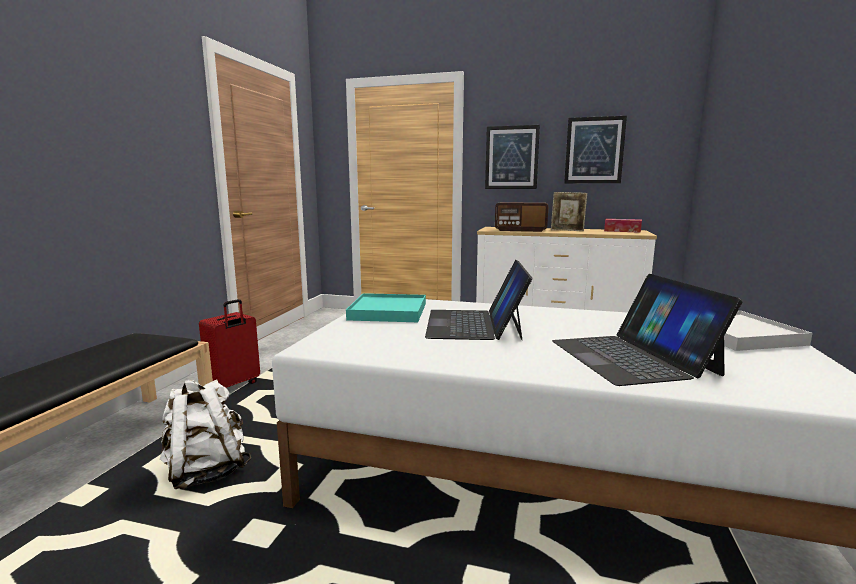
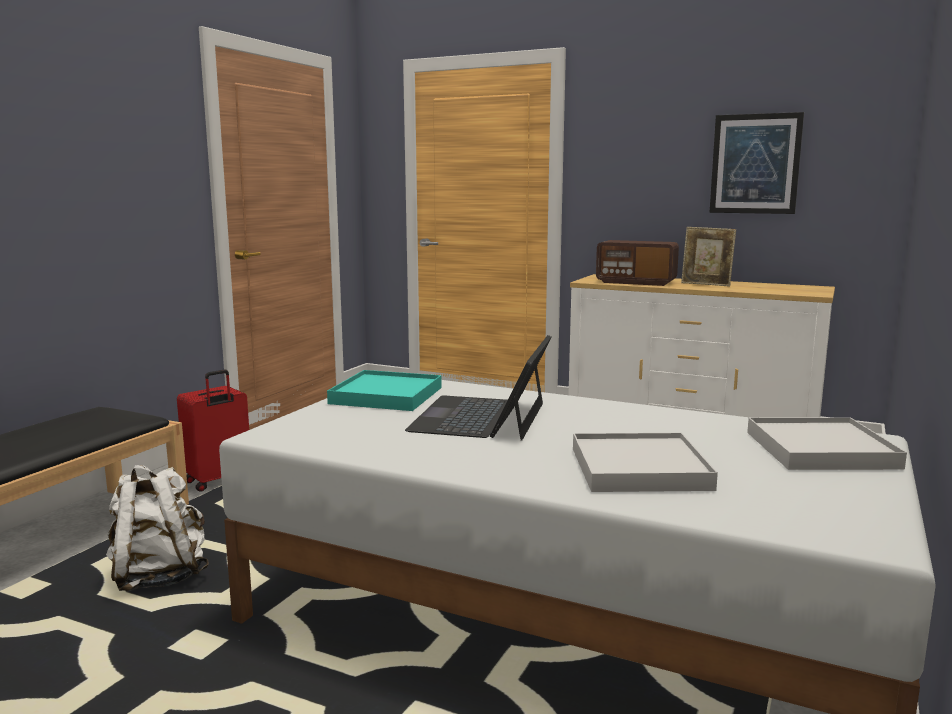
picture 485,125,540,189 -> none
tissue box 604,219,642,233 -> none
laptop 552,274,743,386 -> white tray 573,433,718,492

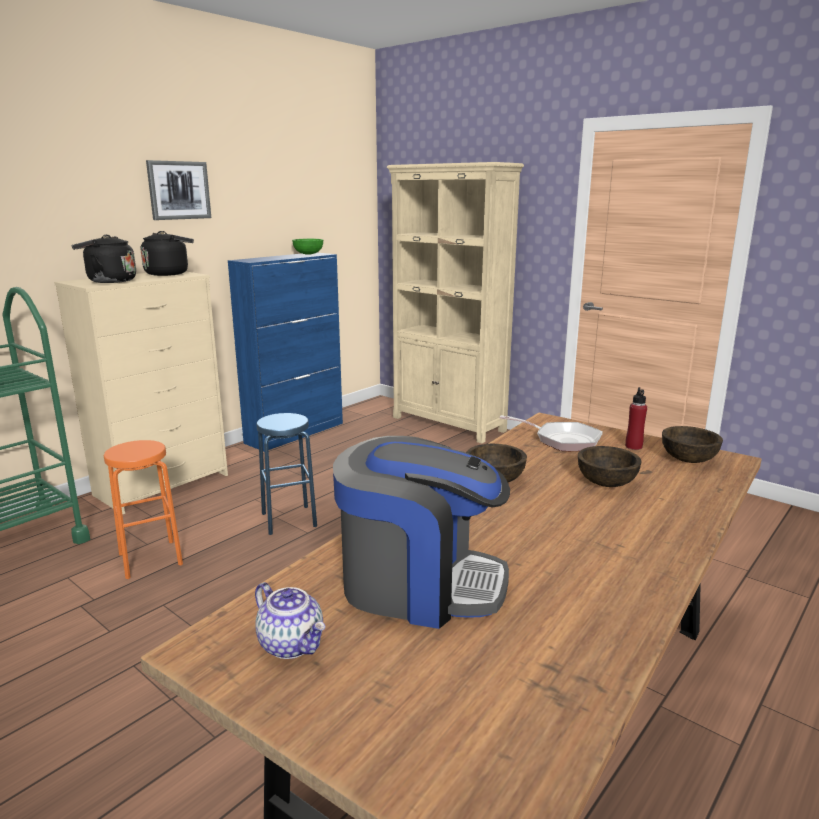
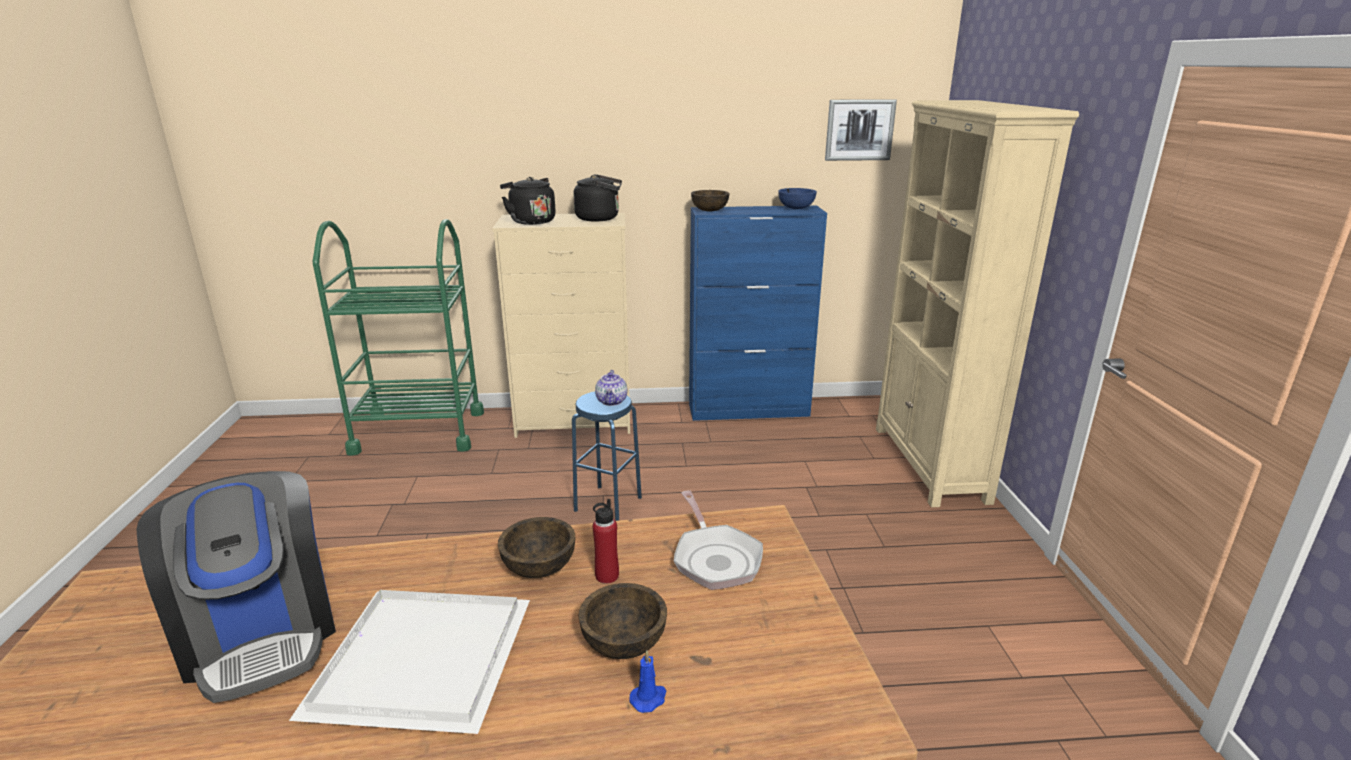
picture 146,160,211,220 -> picture 825,99,897,161, moved
green bowl 292,239,323,255 -> blue bowl 778,188,817,209
red bottle 625,387,647,450 -> red bottle 593,499,619,584, moved
brown bowl 662,426,723,463 -> brown bowl 691,190,730,212, moved
orange stool 104,440,183,579 -> none
teapot 255,582,325,659 -> teapot 595,370,627,406, moved
none -> white tray 289,590,530,734
none -> blue candle 629,650,666,713

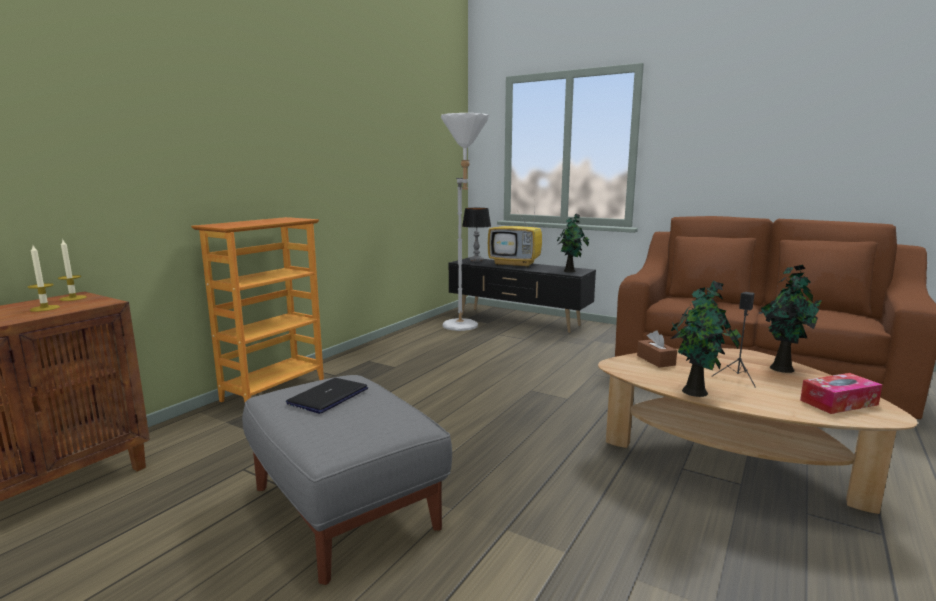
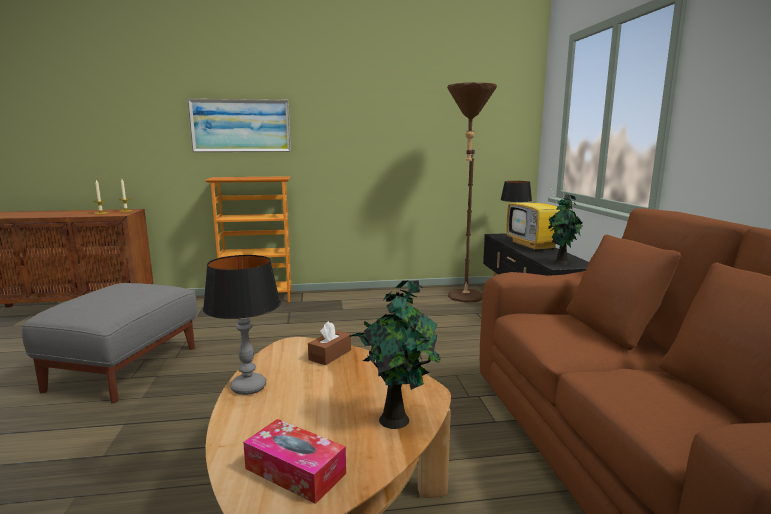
white floor lamp 441,113,489,331 -> brown floor lamp 447,82,497,303
potted plant 671,281,741,397 -> table lamp 203,255,281,395
black speaker 712,292,756,388 -> none
laptop 286,378,368,414 -> none
none -> picture 188,99,291,152

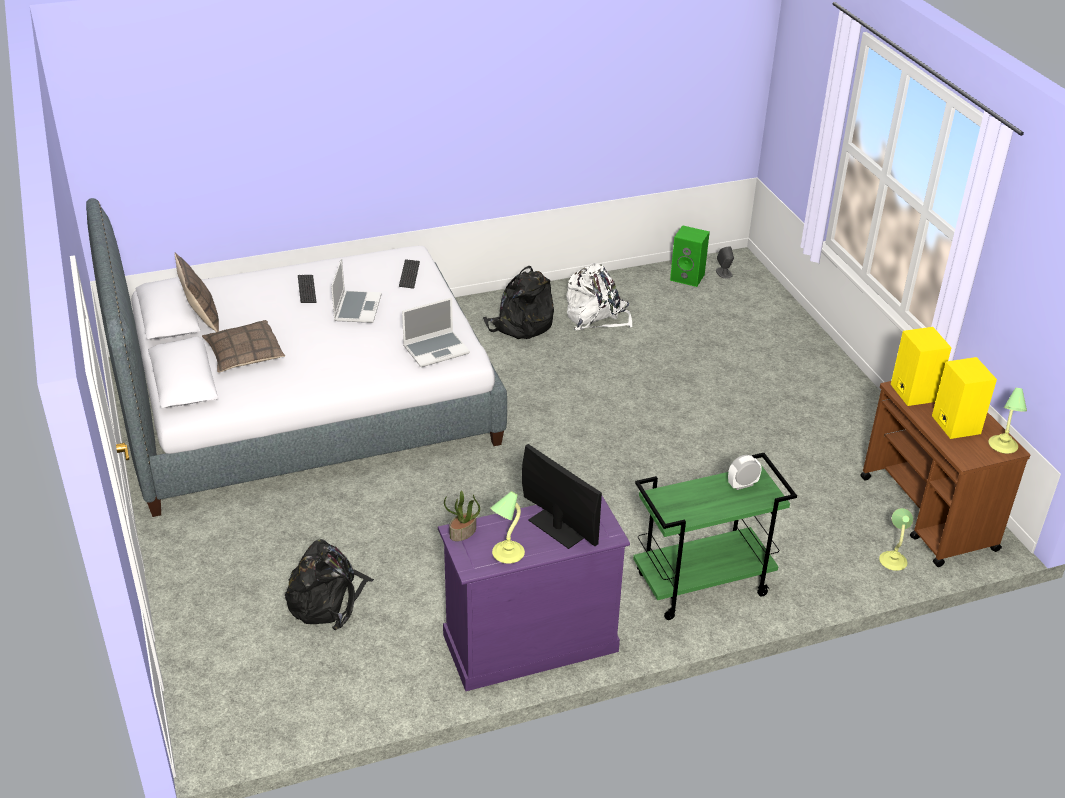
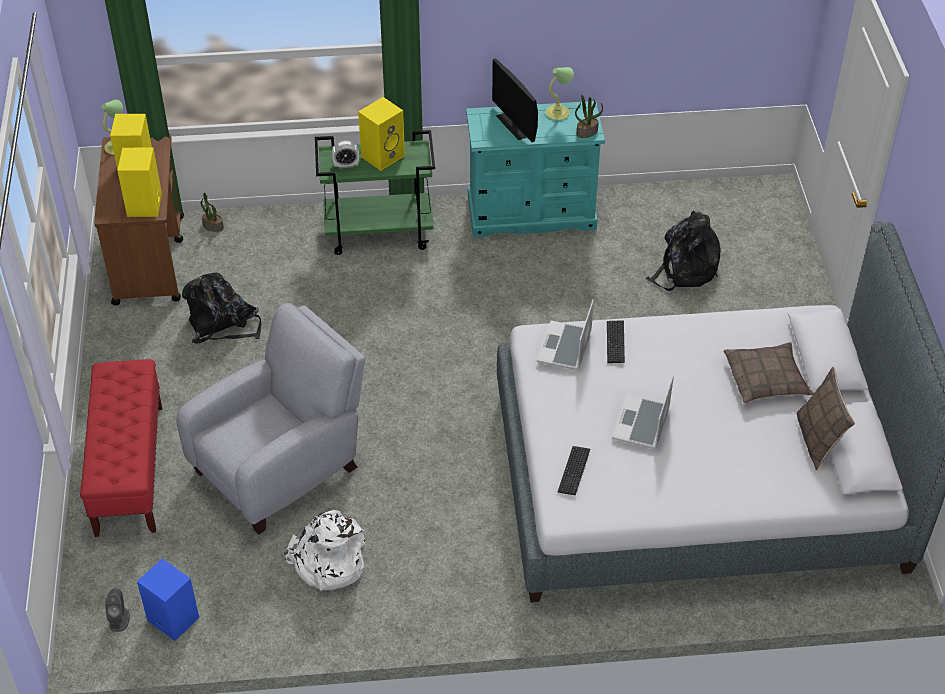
green speaker 670,225,710,287 -> blue speaker 137,558,199,641
black backpack 483,266,554,339 -> black backpack 182,273,261,344, moved
keyboard 298,275,316,303 -> keyboard 607,320,625,363, moved
laptop 402,297,470,367 -> laptop 537,300,594,371, 60 degrees counterclockwise
purple dresser 438,496,630,691 -> turquoise dresser 466,101,605,238
table lamp 879,508,913,571 -> potted plant 200,193,224,232
none -> yellow speaker 358,97,405,171
none -> grey armchair 176,303,365,534
none -> red bench 80,359,162,537

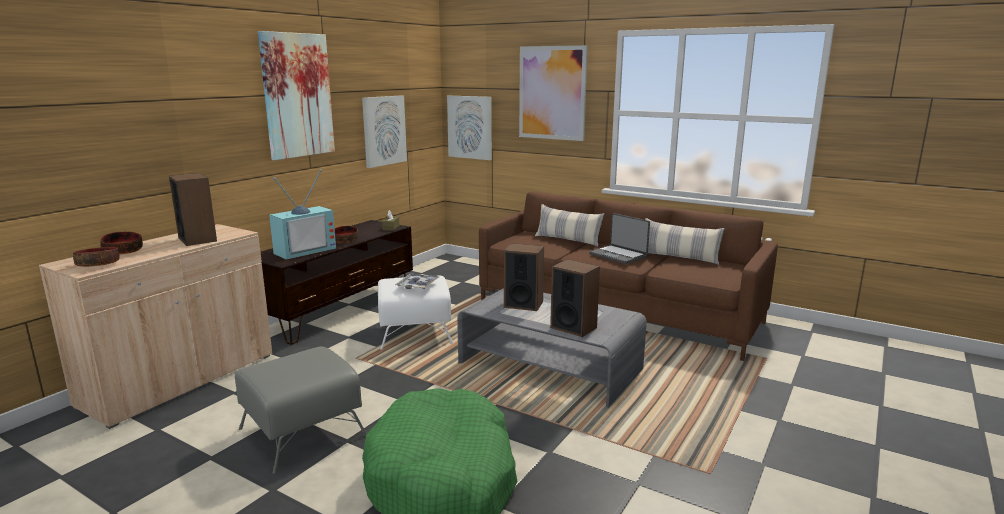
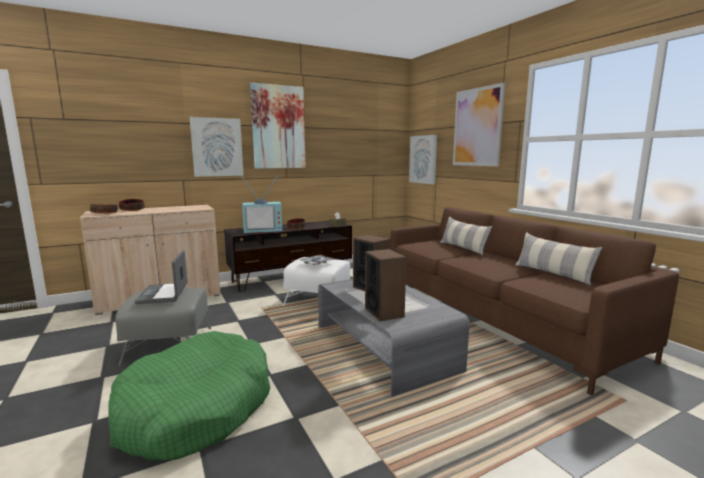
picture 362,95,407,168 -> picture 190,117,244,177, moved
speaker 169,173,217,246 -> none
laptop 589,213,650,264 -> laptop 135,250,187,304, moved

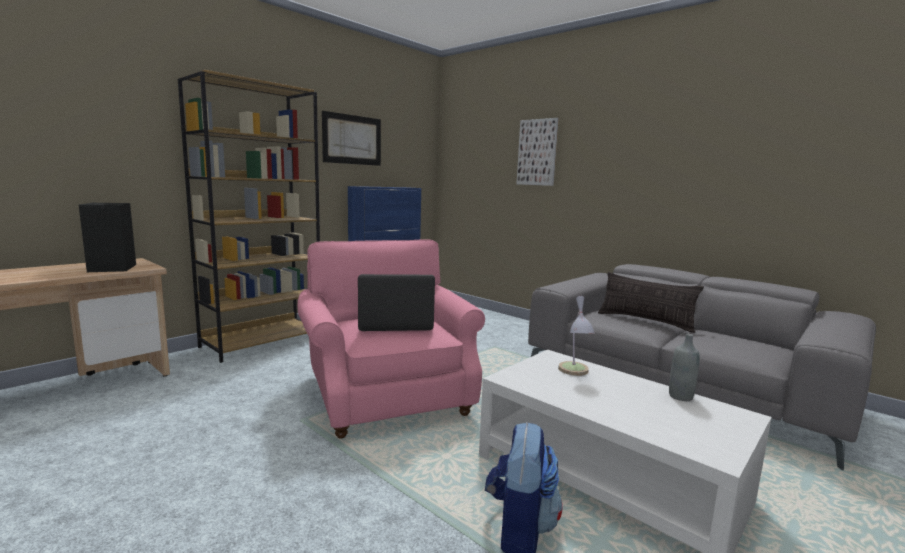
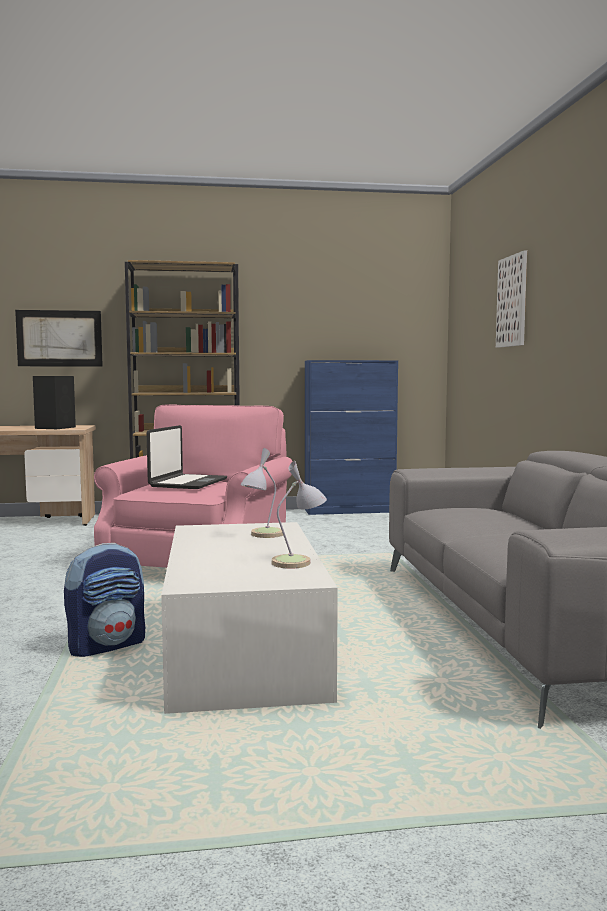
picture 322,111,381,166 -> picture 15,310,103,367, moved
pillow 598,272,704,333 -> none
laptop 358,274,435,331 -> laptop 147,425,227,489, 75 degrees clockwise
grey bottle 669,334,700,401 -> table lamp 271,461,327,569

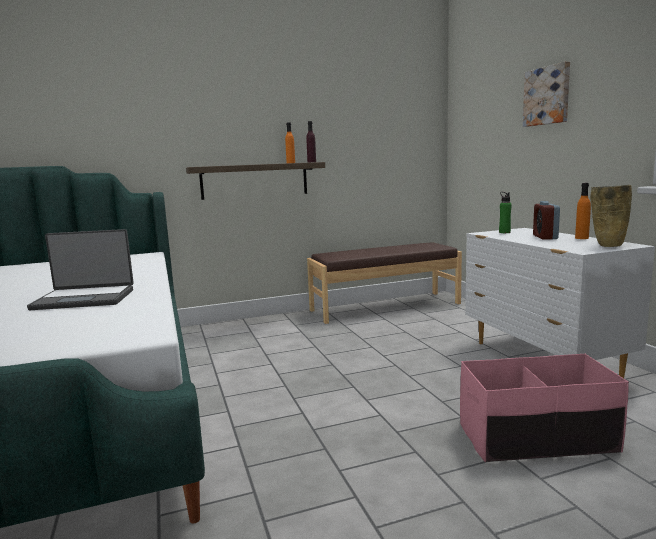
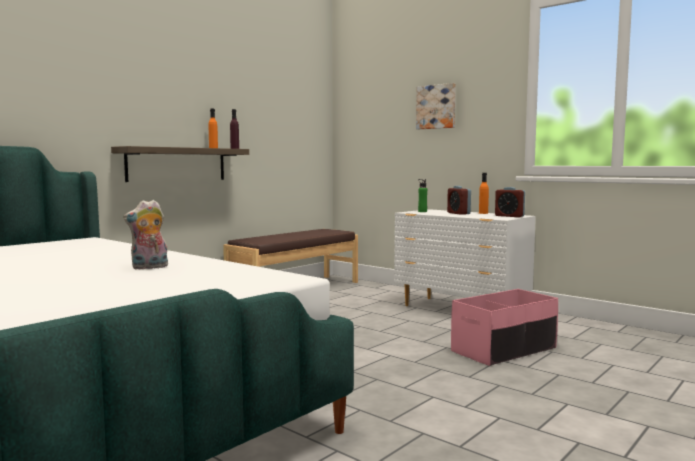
beige vase 590,185,632,247 -> alarm clock 495,187,525,217
laptop 27,229,134,310 -> plush toy 123,200,168,269

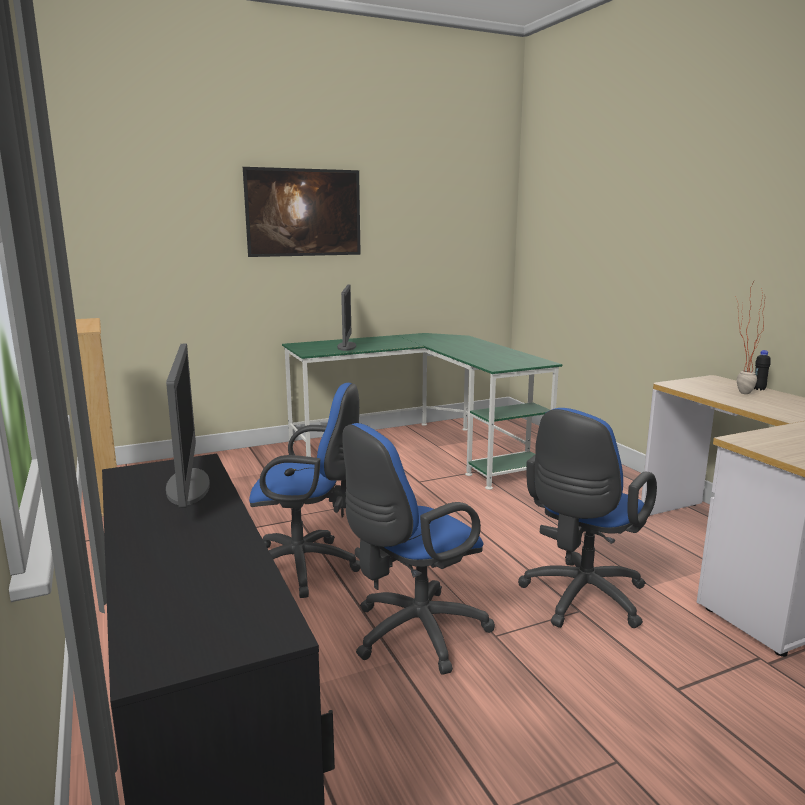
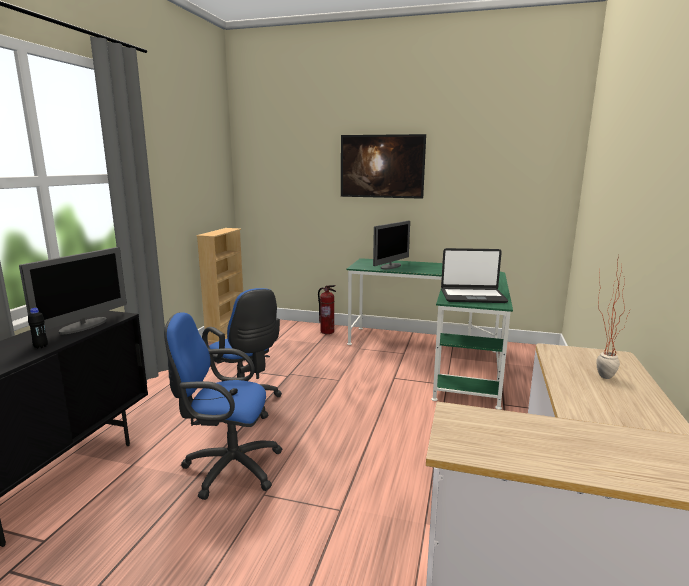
black bottle 754,350,771,390 -> black bottle 28,308,48,349, moved
blue office chair 518,408,657,628 -> none
none -> laptop 441,248,508,303
none -> fire extinguisher 318,285,336,334

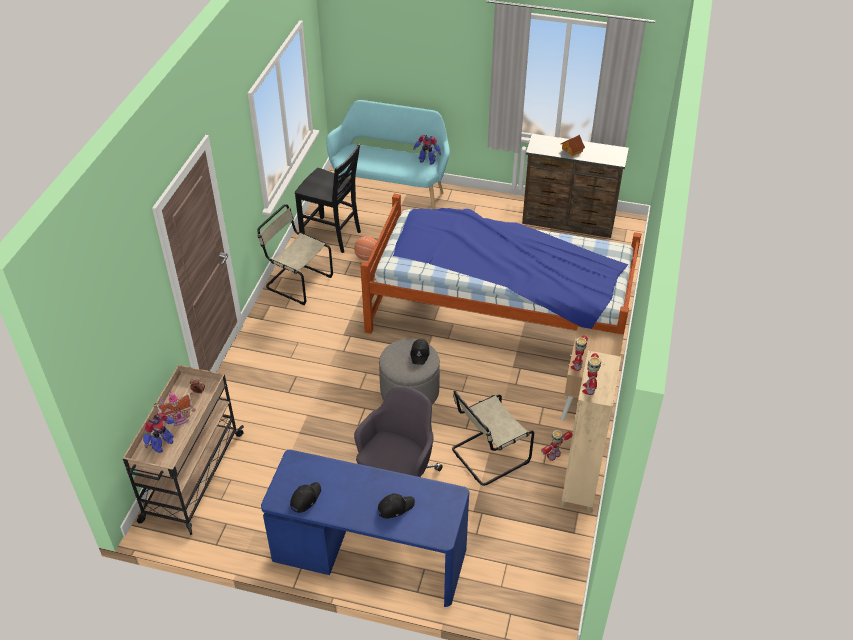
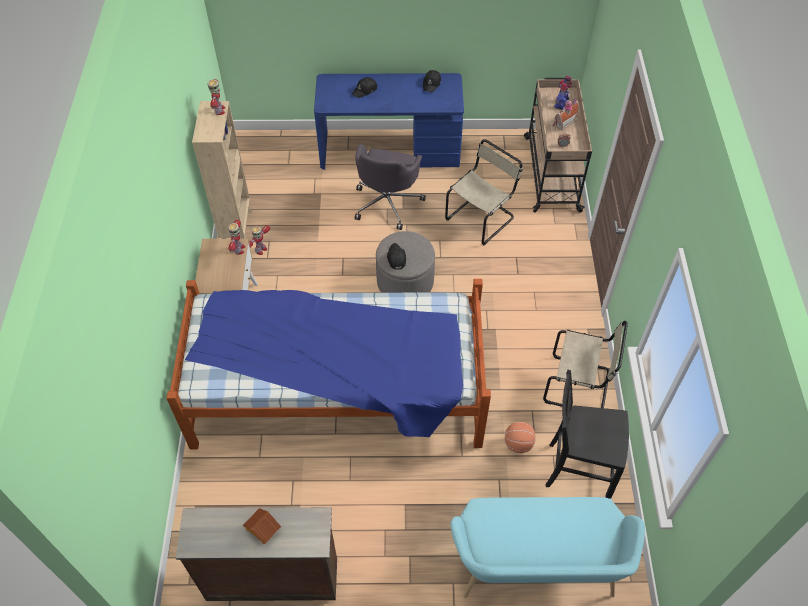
toy robot 413,135,441,165 -> none
beige chair 452,391,534,486 -> beige chair 445,139,523,245, moved

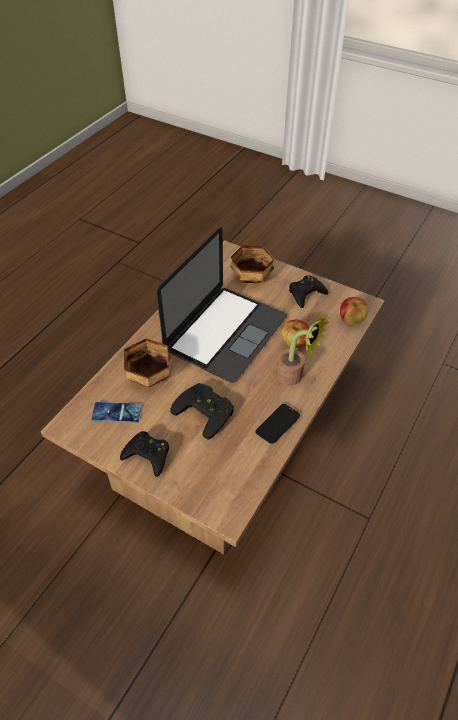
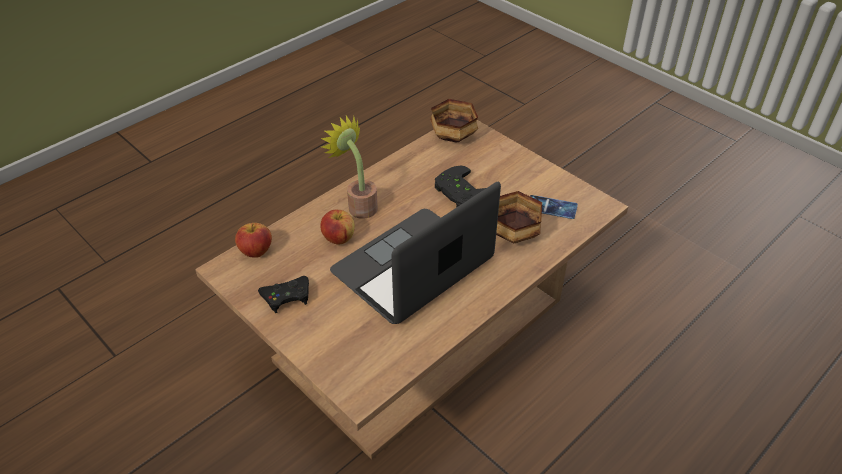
bowl 230,245,274,283 -> bowl 430,99,478,143, moved
phone 255,404,300,445 -> none
black game controller 120,431,169,477 -> none

